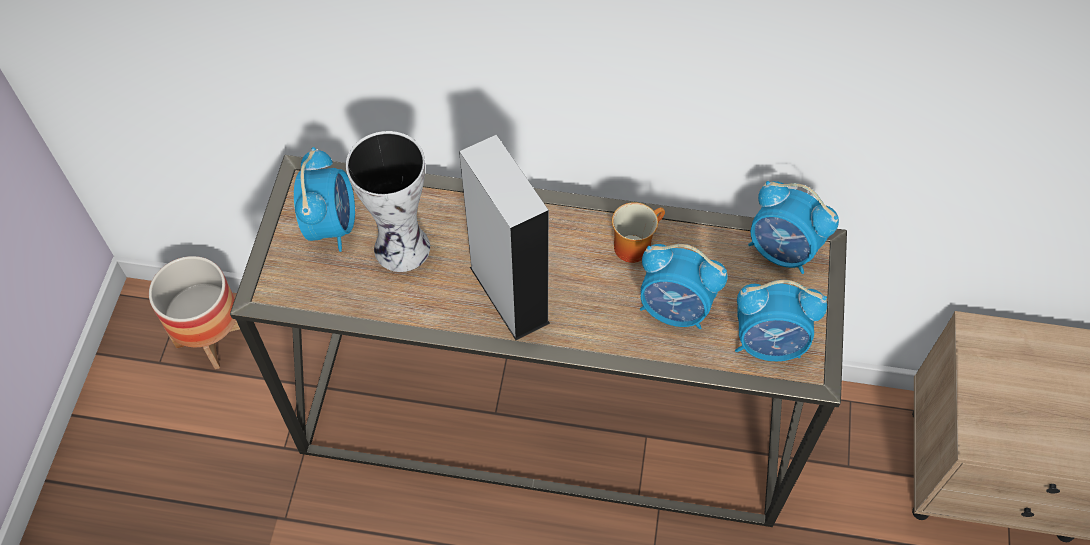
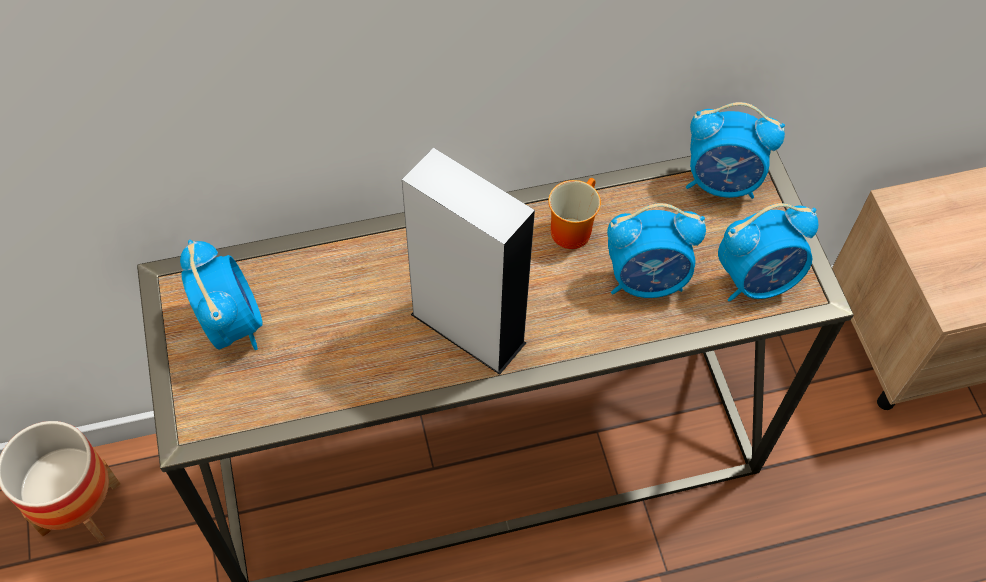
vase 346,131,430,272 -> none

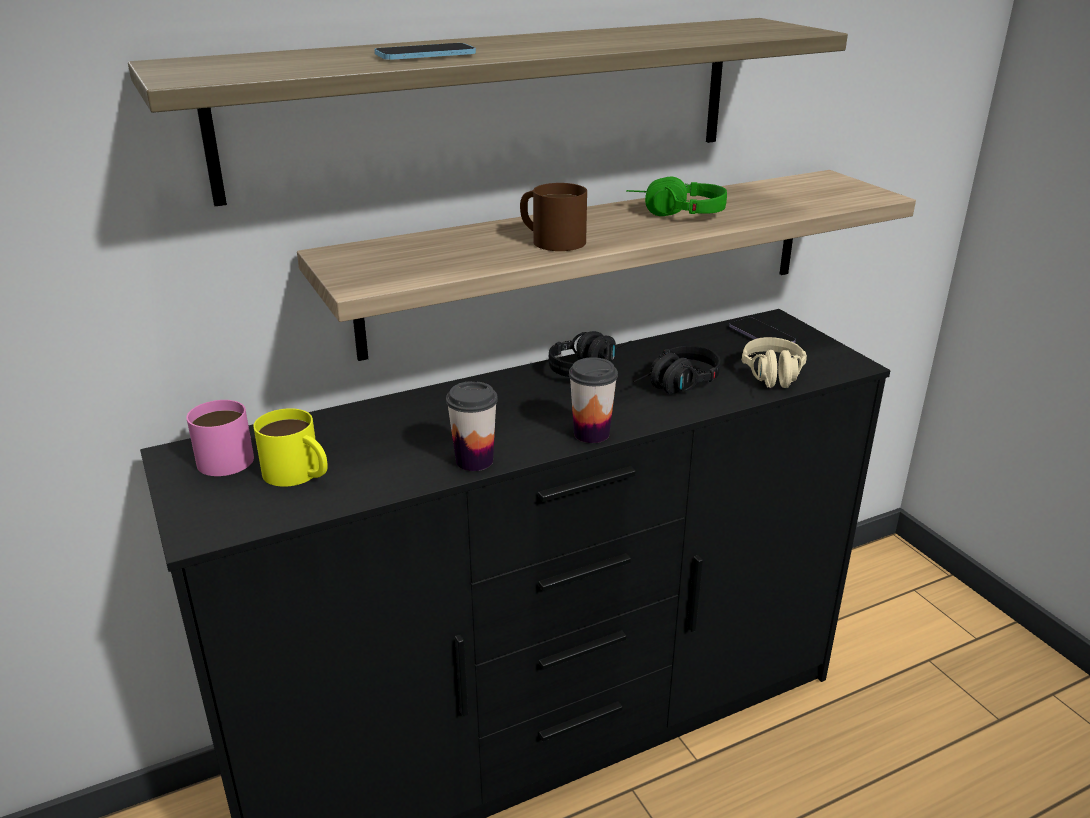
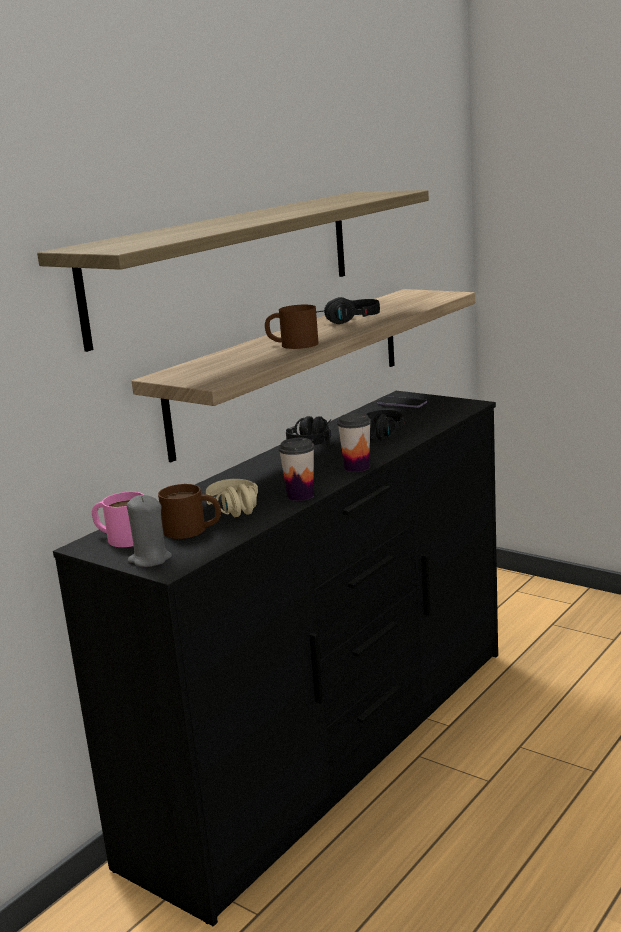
phone 374,43,476,60 -> none
green headphones 626,177,727,216 -> black headphones 316,297,380,324
beige headphones 742,337,807,388 -> beige headphones 205,479,258,517, moved
yellow mug 253,408,328,487 -> brown mug 158,484,221,539
none -> grey candle 127,495,172,567

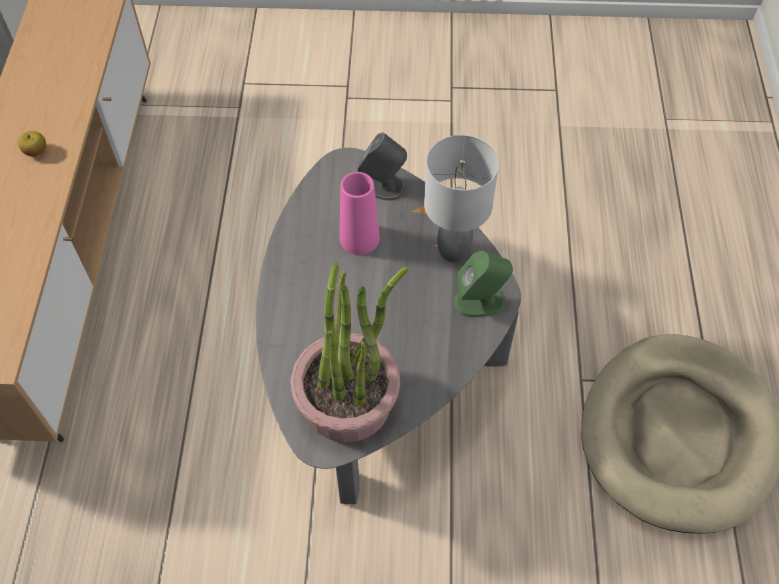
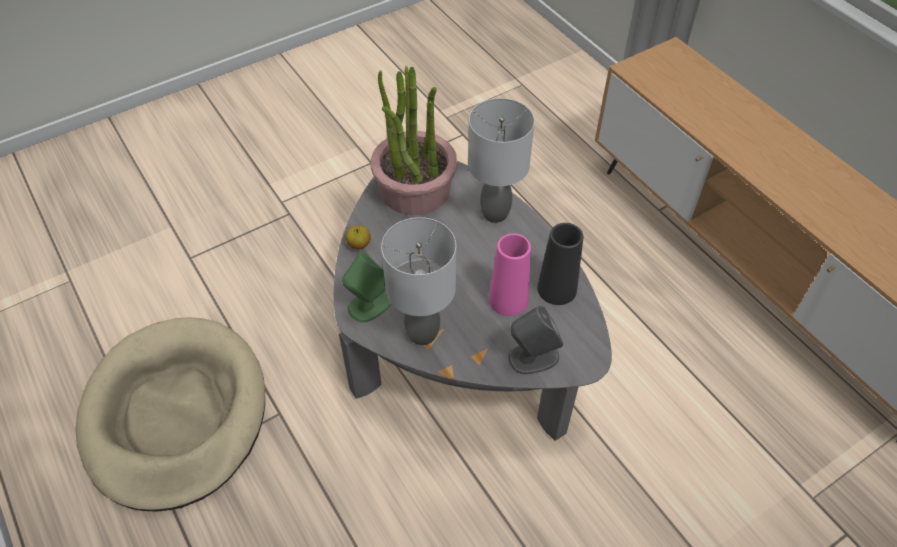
apple 18,131,46,157 -> apple 346,225,371,249, moved
none -> grey table lamp 468,98,535,223
none -> black vase 537,223,583,305

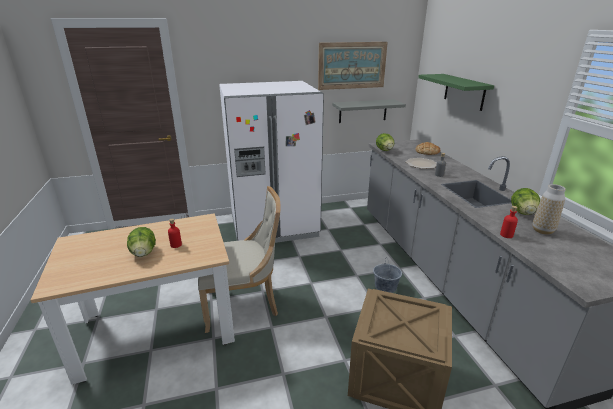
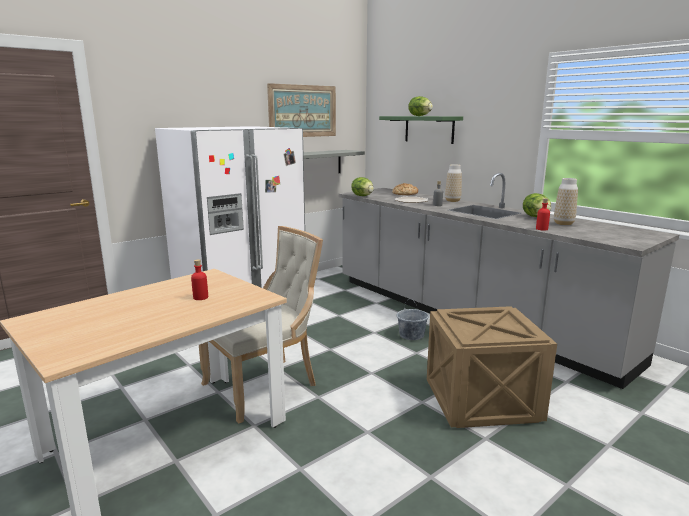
lettuce 127,227,156,257 -> lettuce 408,96,433,116, moved
none -> vase 445,165,462,202

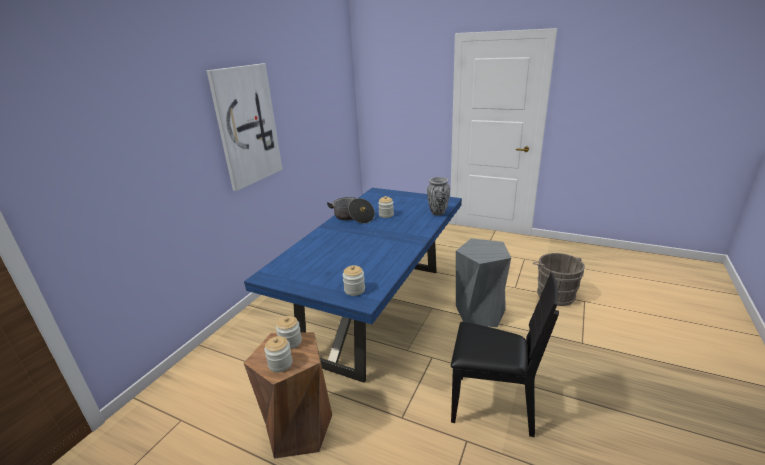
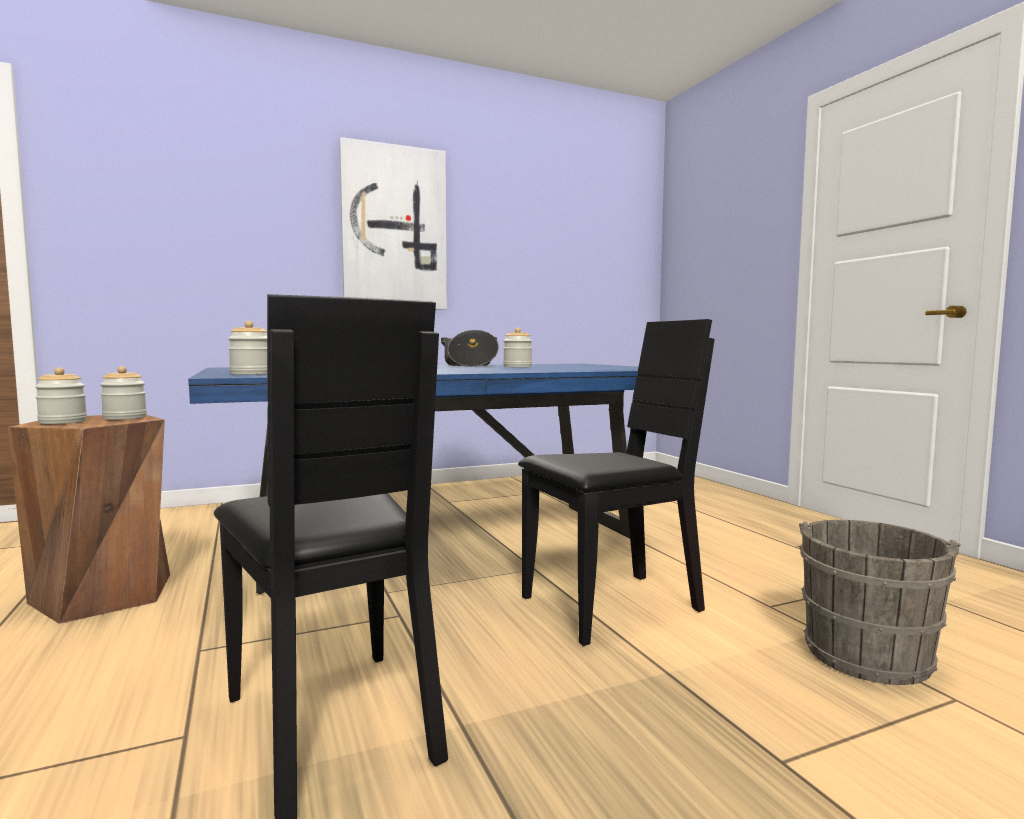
vase 427,177,450,216 -> none
grey stool 456,238,511,327 -> black chair 518,319,715,646

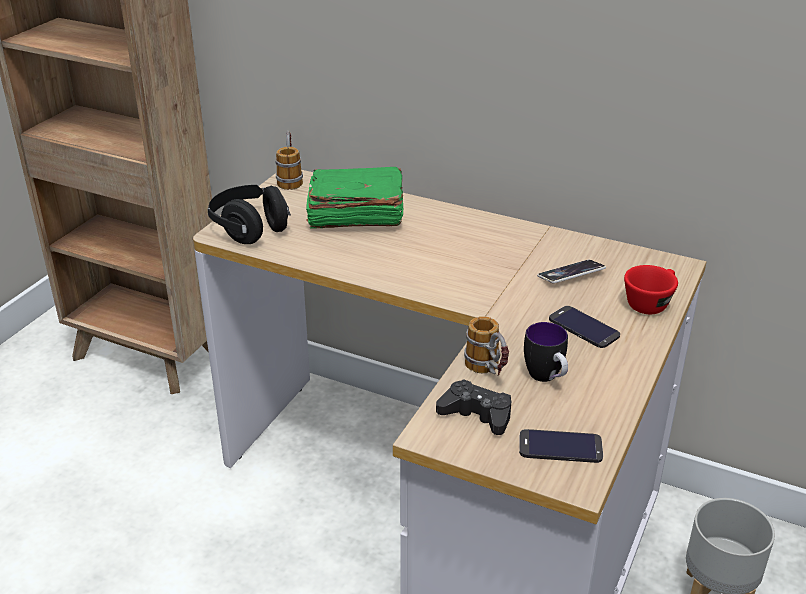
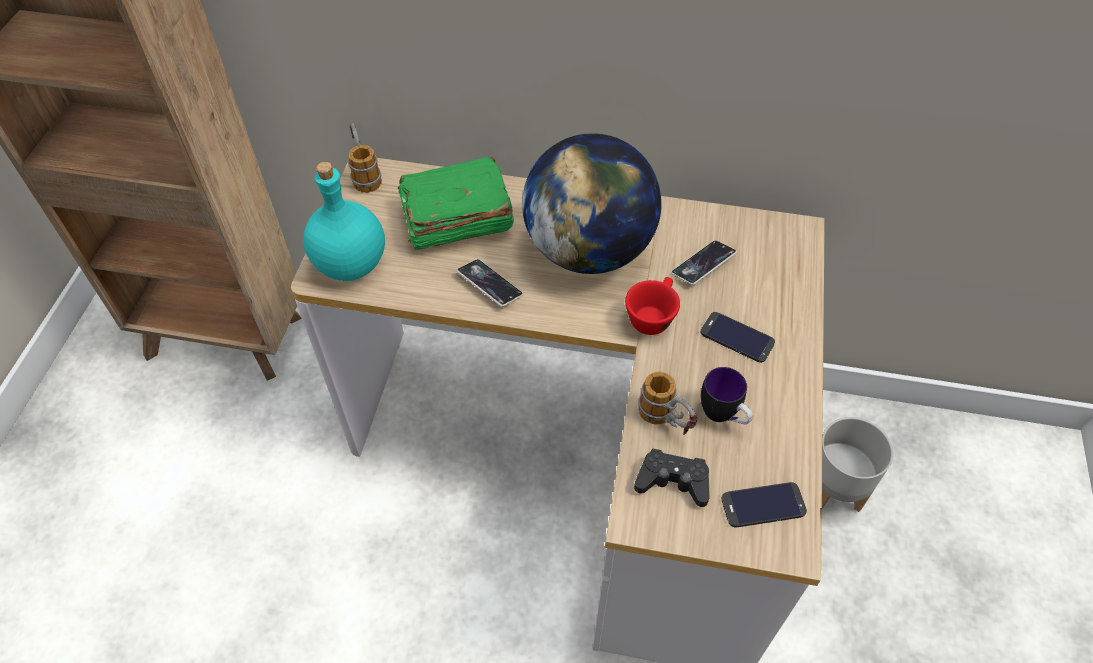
black headphones 207,185,291,244 -> turquoise bottle 303,162,385,281
red cup 624,265,678,314 -> red cup 625,277,680,335, moved
none -> globe 522,133,662,274
none -> phone 457,259,523,307

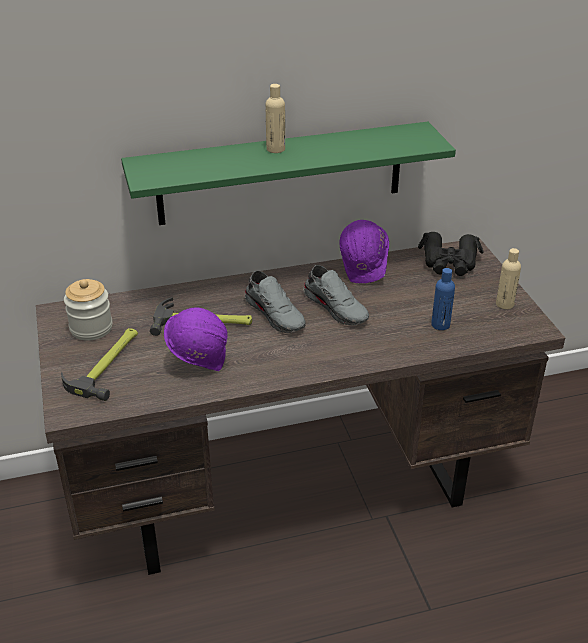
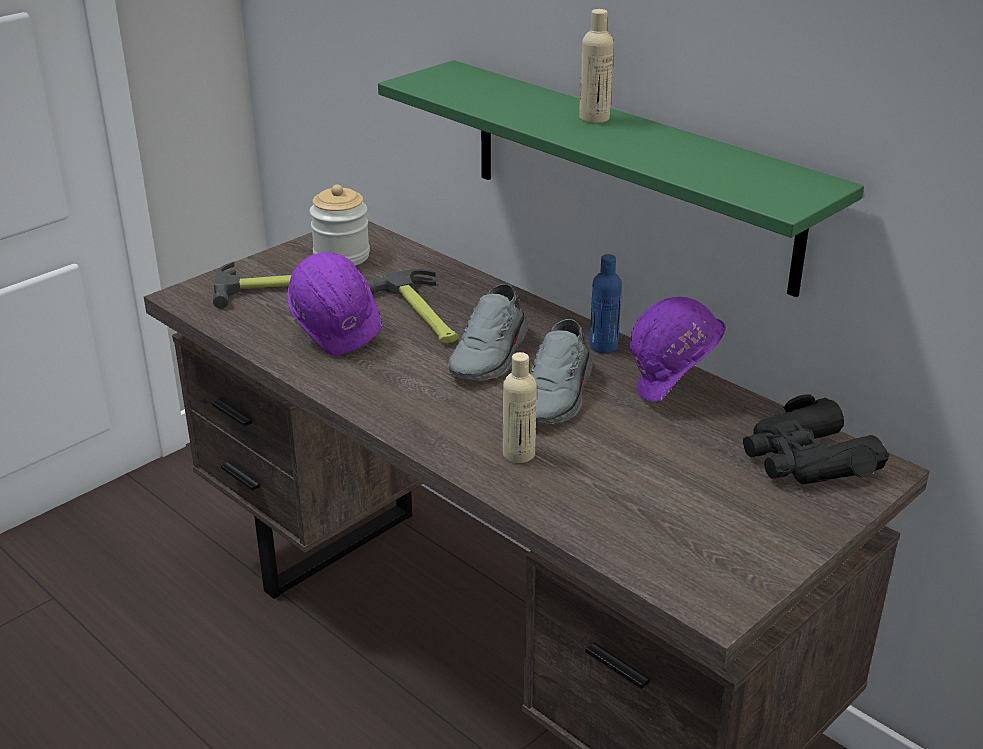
beige bottle 496,248,521,309 -> beige bottle 503,352,537,463, moved
blue bottle 431,268,455,330 -> blue bottle 590,254,622,353, moved

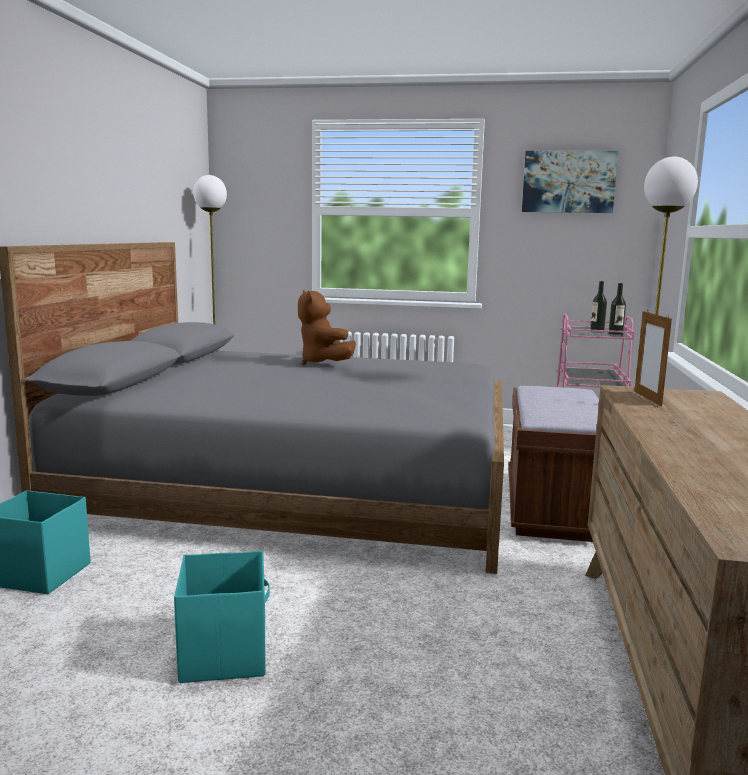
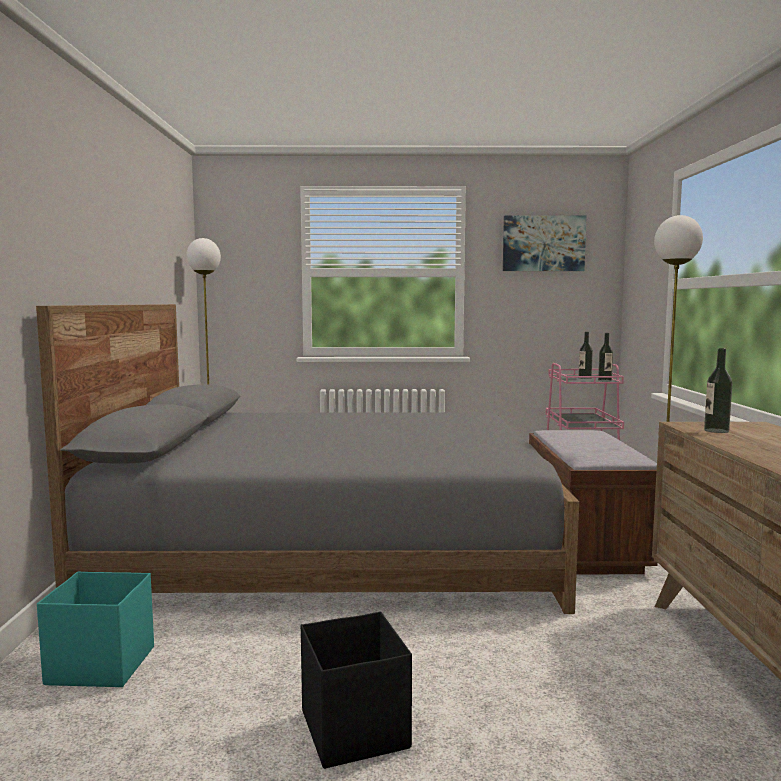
brown plush toy 298,290,356,365 -> none
picture frame 634,309,672,406 -> bottle 704,348,733,433
turquoise storage box 174,551,270,683 -> black storage box 301,612,412,769

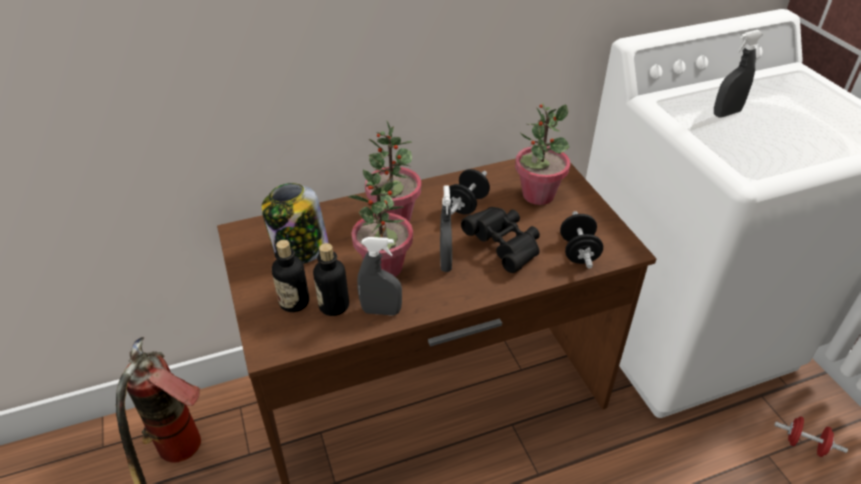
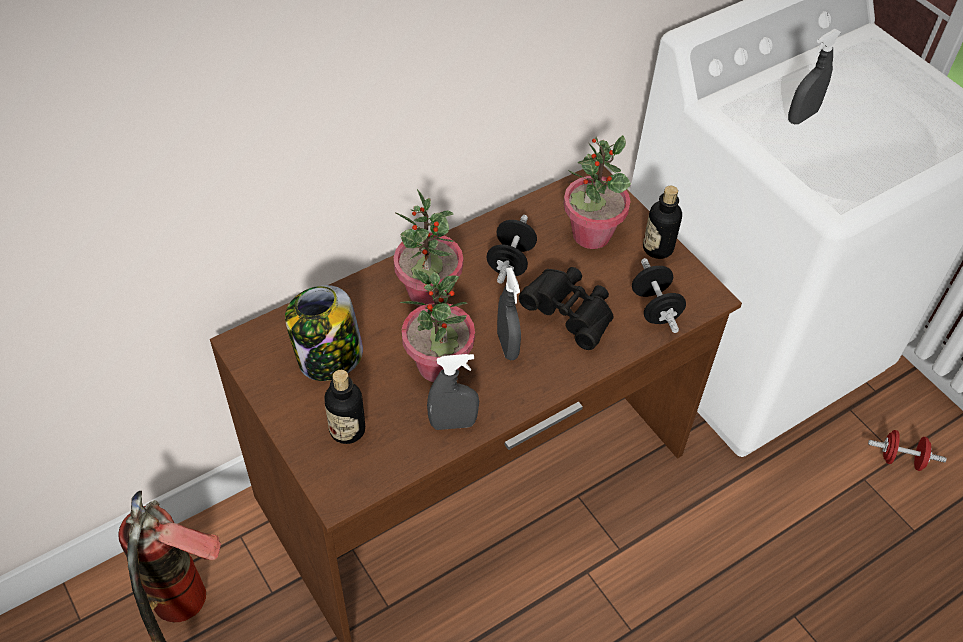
bottle 313,243,349,316 -> bottle 643,186,682,259, moved

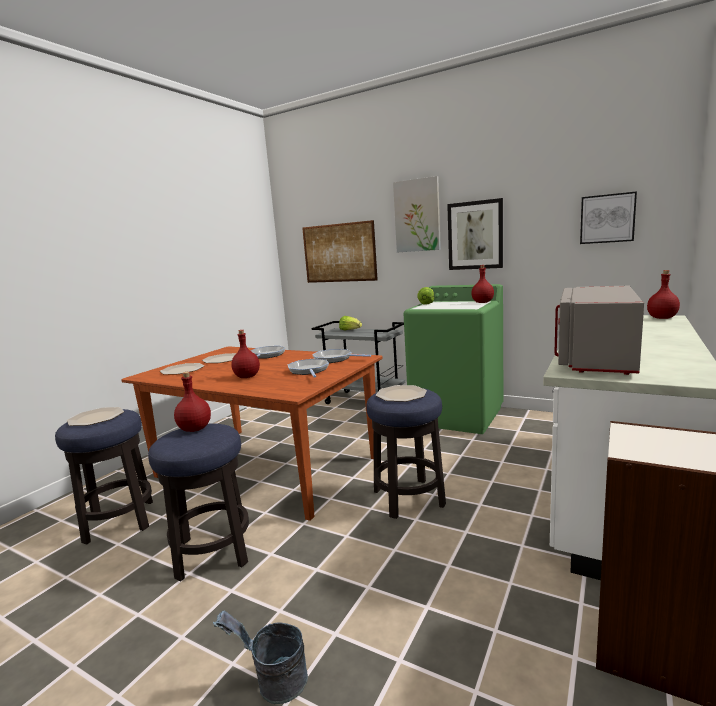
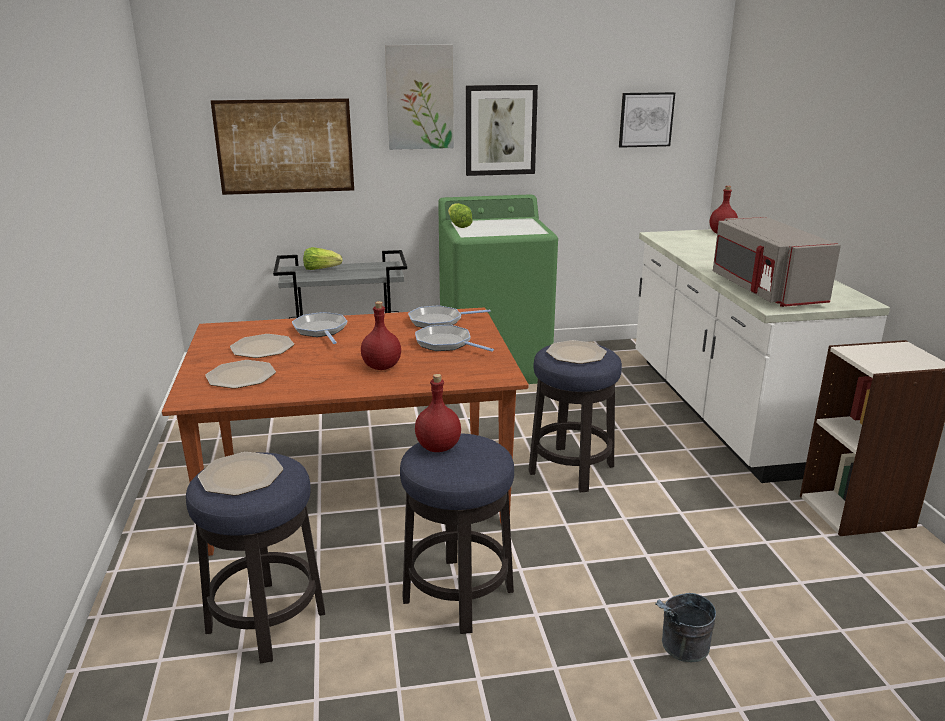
red bottle 471,265,494,303 -> none

